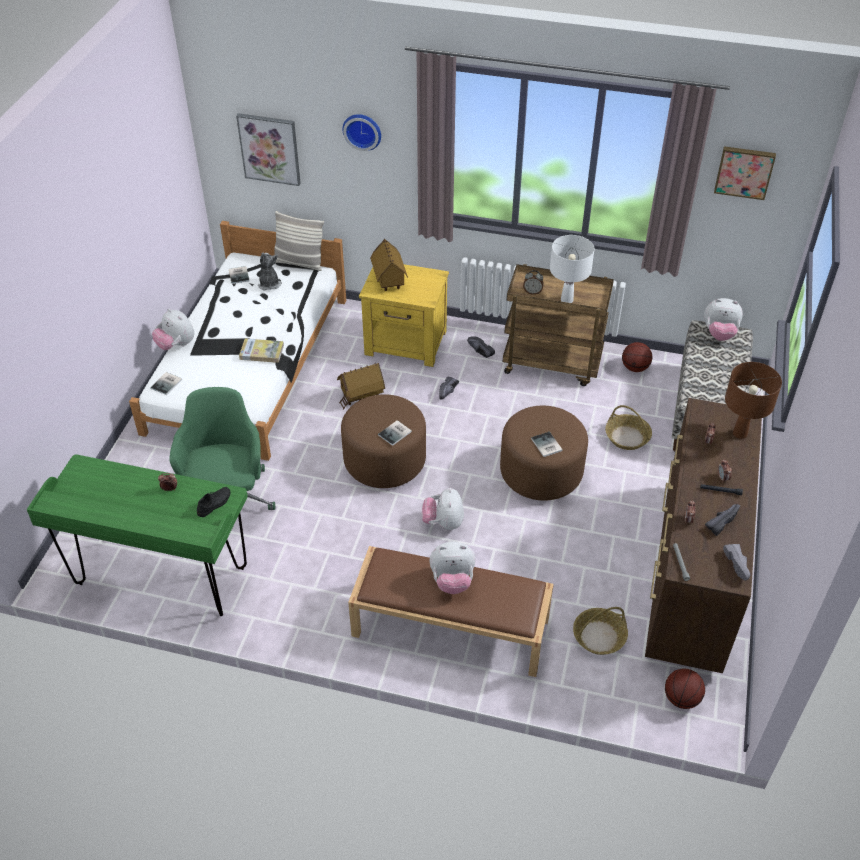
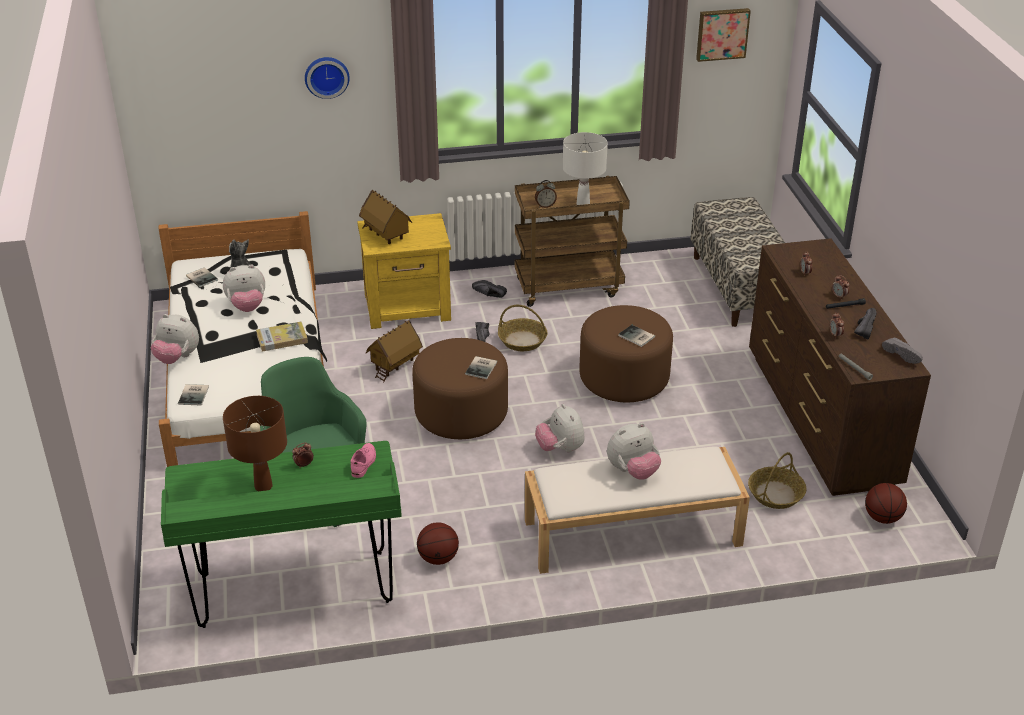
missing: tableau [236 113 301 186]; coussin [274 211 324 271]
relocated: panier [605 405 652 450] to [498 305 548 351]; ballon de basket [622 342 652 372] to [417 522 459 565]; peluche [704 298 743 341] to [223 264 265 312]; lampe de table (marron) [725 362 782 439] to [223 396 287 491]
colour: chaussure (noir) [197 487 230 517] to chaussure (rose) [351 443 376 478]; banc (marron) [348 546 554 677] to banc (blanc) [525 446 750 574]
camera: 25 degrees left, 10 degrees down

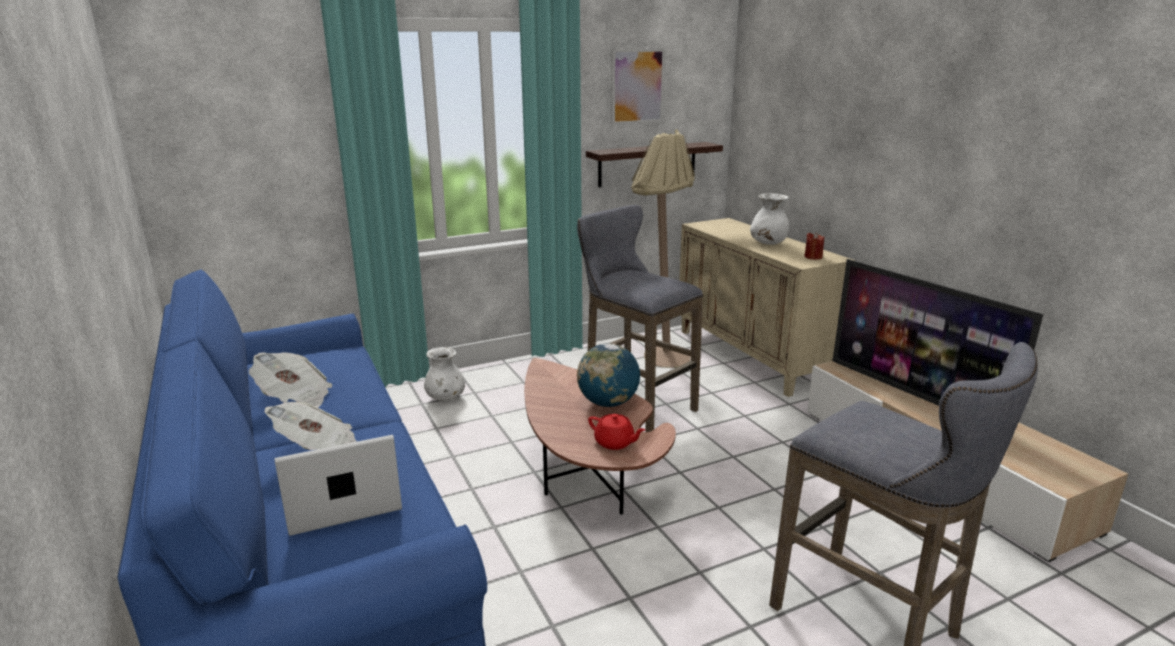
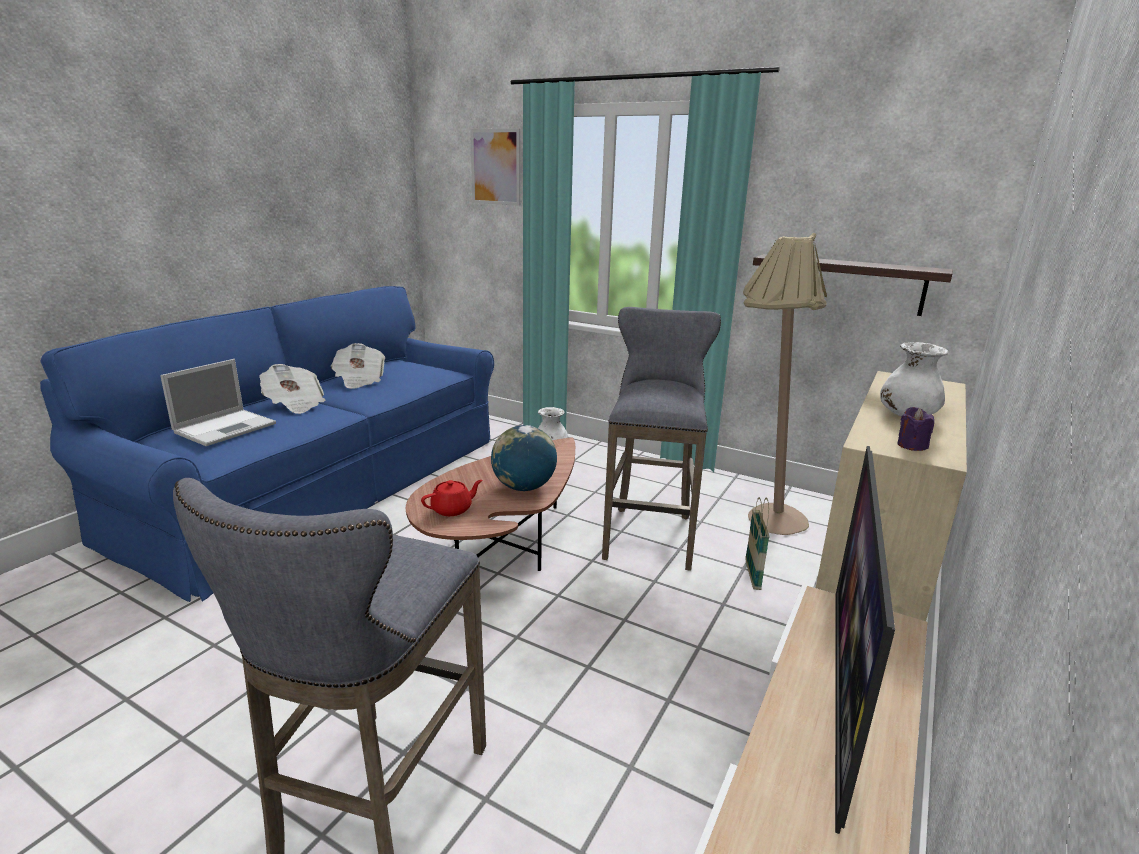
appeared: panier [746 497 769 590]
relocated: tableau [611 48 666 125] to [470 129 520 206]
colour: bougie (rouge) [804 232 825 260] to bougie (violet) [897 407 935 451]
spun: ordinateur portable [275 435 402 536] = [160 359 276 446] 90 degrees clockwise; théière (rouge) [588 414 645 450] = [421 480 482 516] 120 degrees counterclockwise
camera: 55 degrees right, 0 degrees up

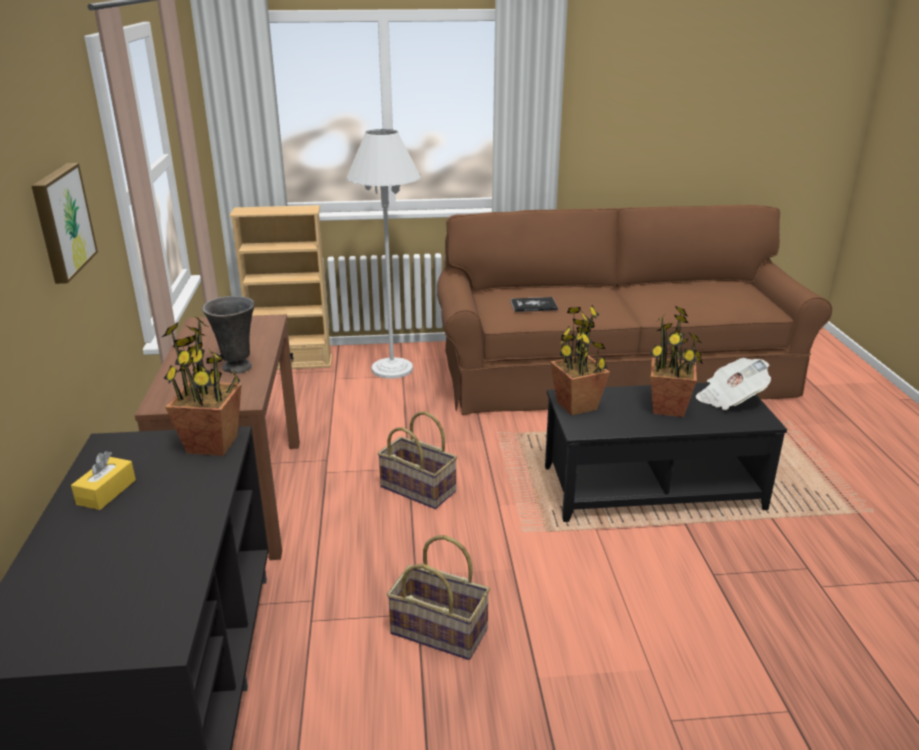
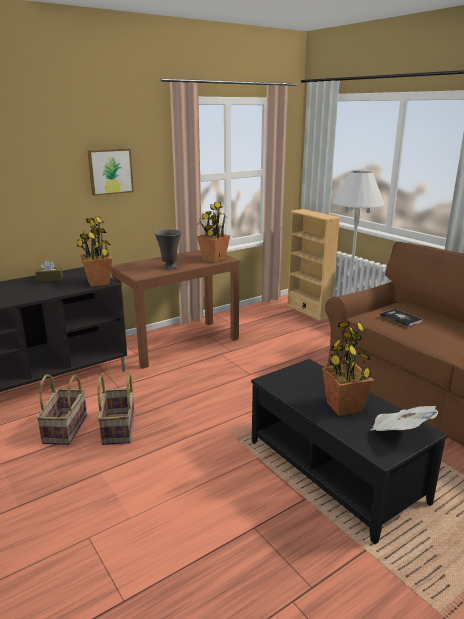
relocated: panier [377 411 457 509] to [36 374 87 445]; plante en pot [550 305 610 415] to [197 202 230 262]
colour: boîte à mouchoirs (jaune) [71 451 136 510] to boîte à mouchoirs (marron) [35 260 63 282]
camera: 60 degrees right, 5 degrees down

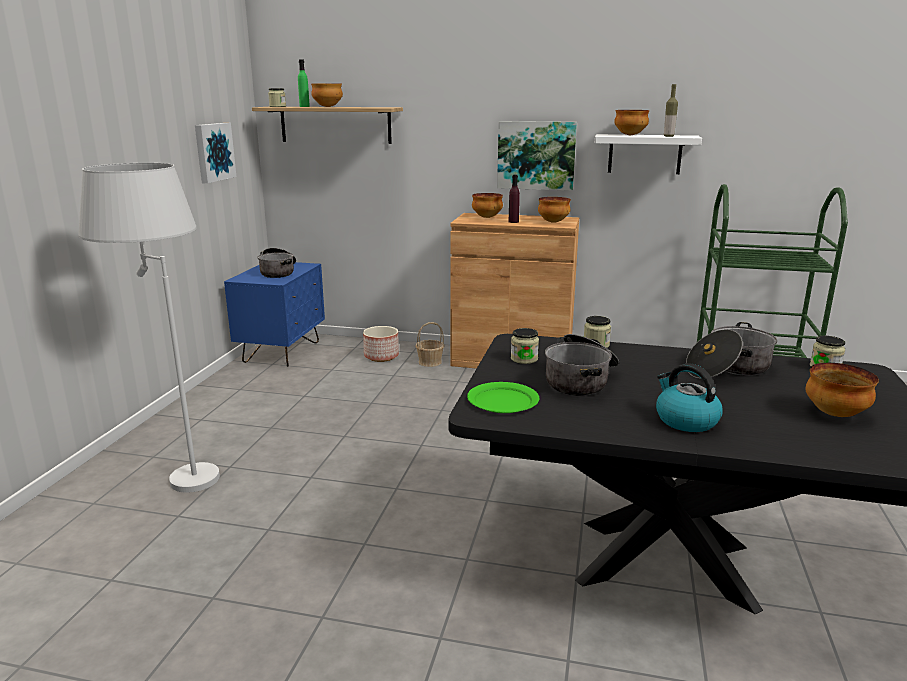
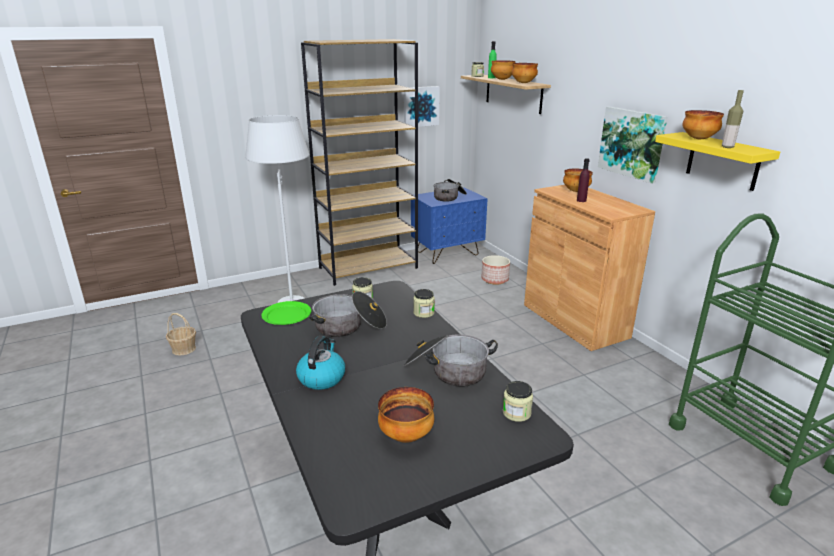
appeared: bibliothèque (marron) [301 39 418 286]
relocated: panier [415 322 445 367] to [166 313 196 356]; bol [538 197 571 223] to [512 63 538 83]
colour: étagère (blanc) [595 134 702 174] to étagère (jaune) [655 132 780 191]
camera: 50 degrees right, 5 degrees up

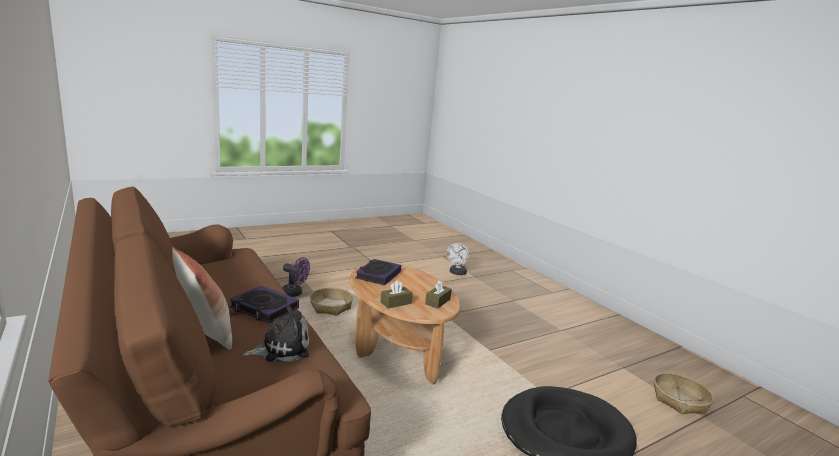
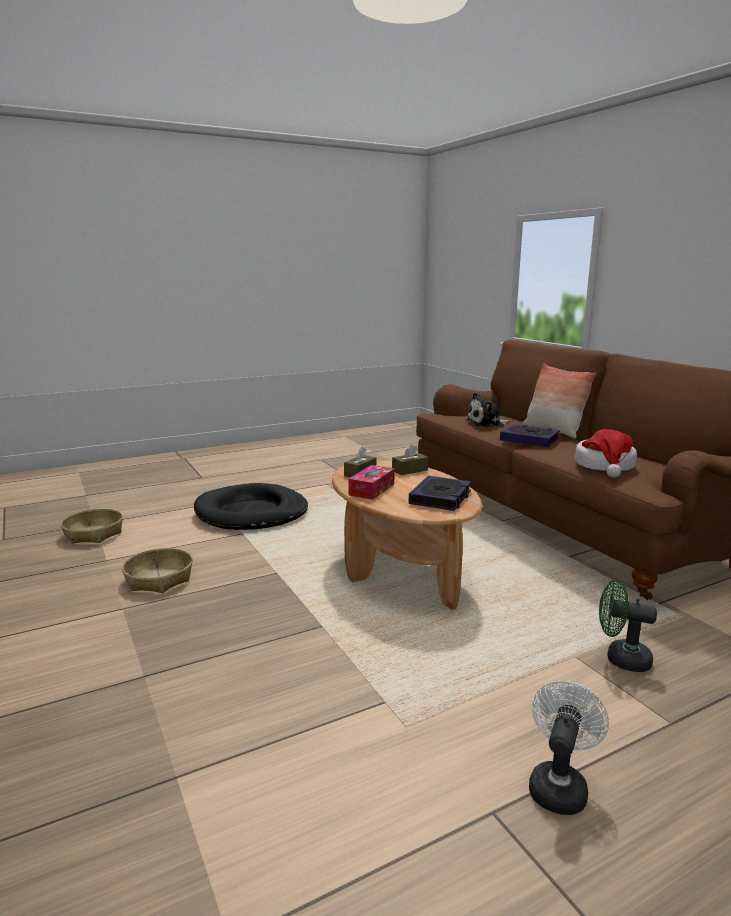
appeared: boîte à mouchoirs [349 465 395 500]; chapeau [575 429 637 478]
relocated: panier [310 288 353 315] to [122 548 193 593]; ventilateur (blanc) [447 243 469 275] to [529 681 609 815]
colour: ventilateur (violet) [282 257 310 297] to ventilateur (vert) [599 580 657 672]
camera: 175 degrees left, 0 degrees up

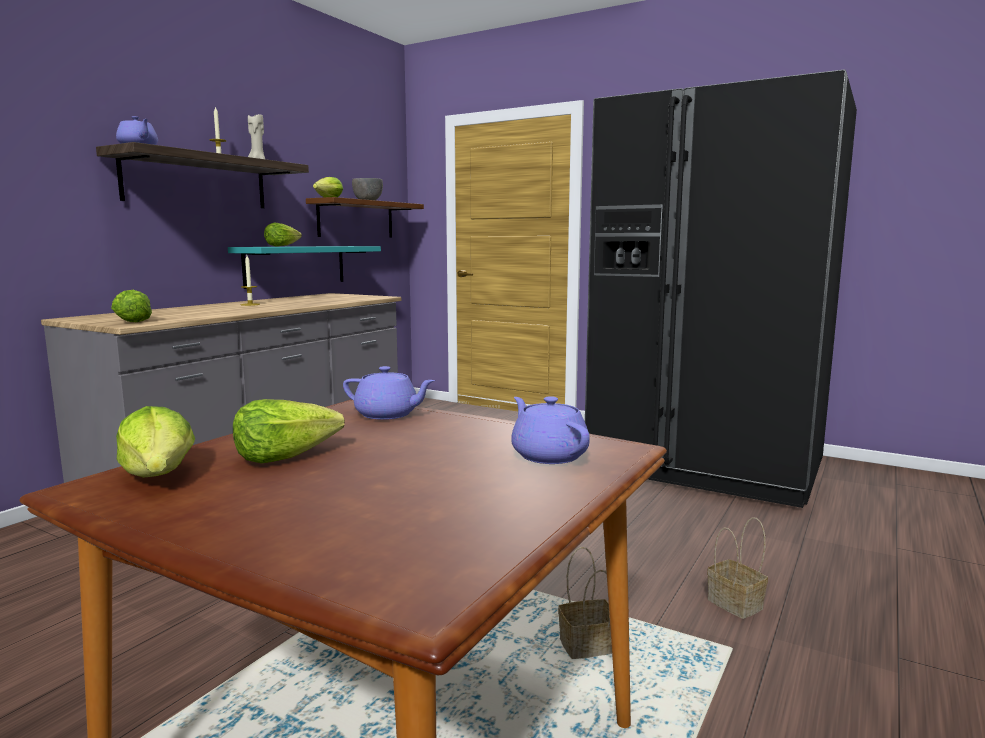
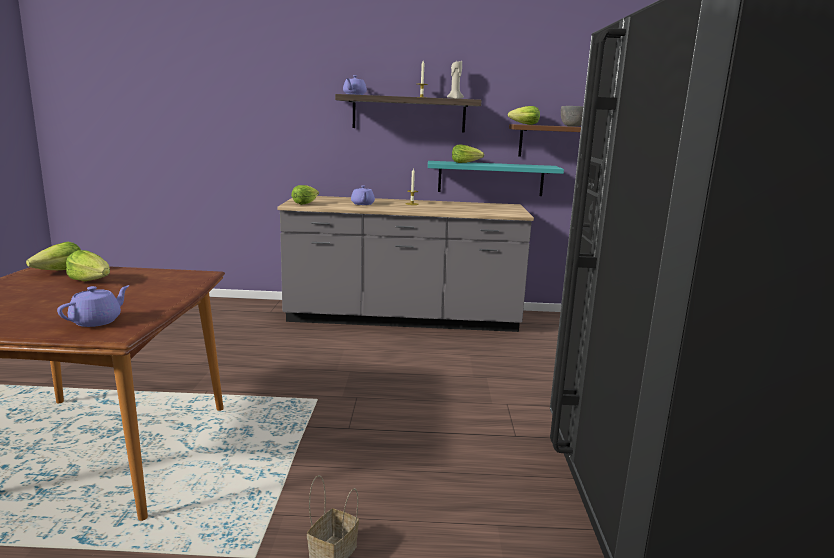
missing: panier [558 547 612 659]
relocated: théière (violet) [343 366 435 420] to [351 185 375 205]
camera: 60 degrees right, 5 degrees up

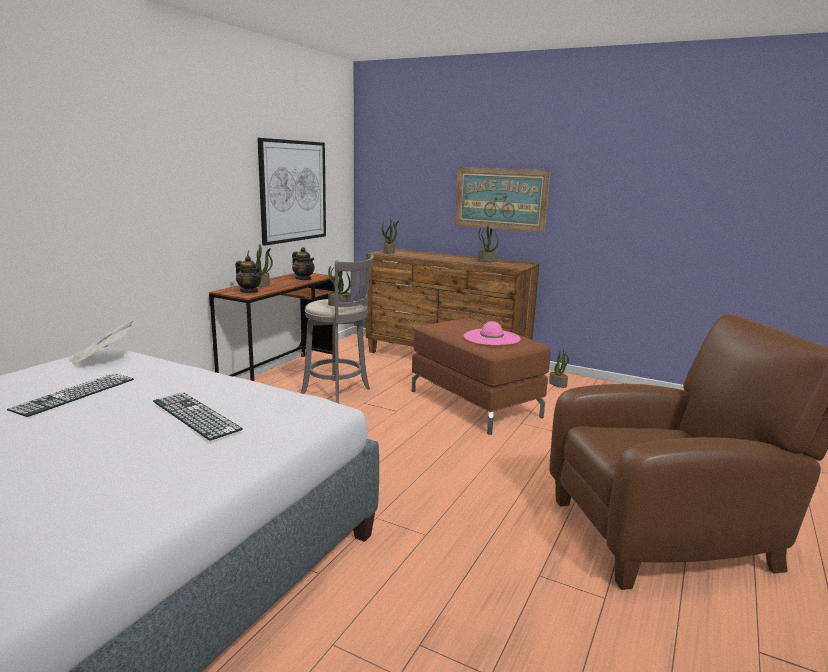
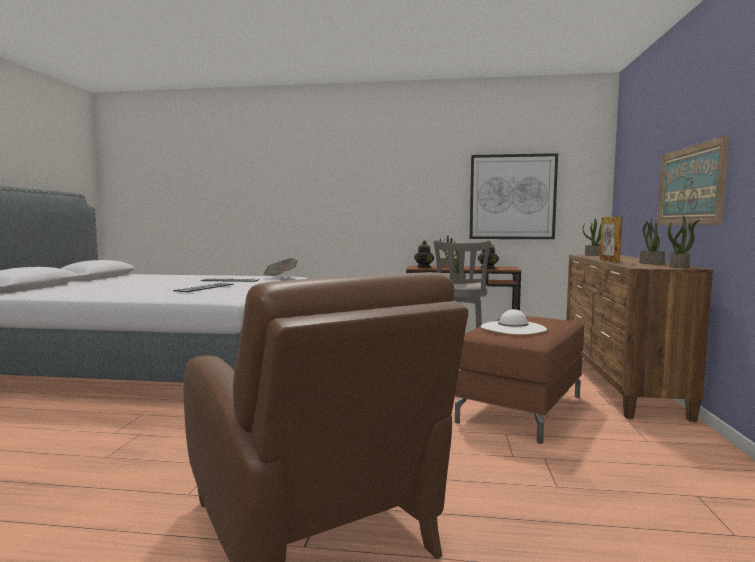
appeared: cadre photo [599 216 622 263]
relocated: plante en pot [549 349 569 388] to [668 216 699 268]
colour: chapeau (rose) [464 321 521 345] to chapeau (blanc) [481 309 547 335]
camera: 70 degrees right, 10 degrees down

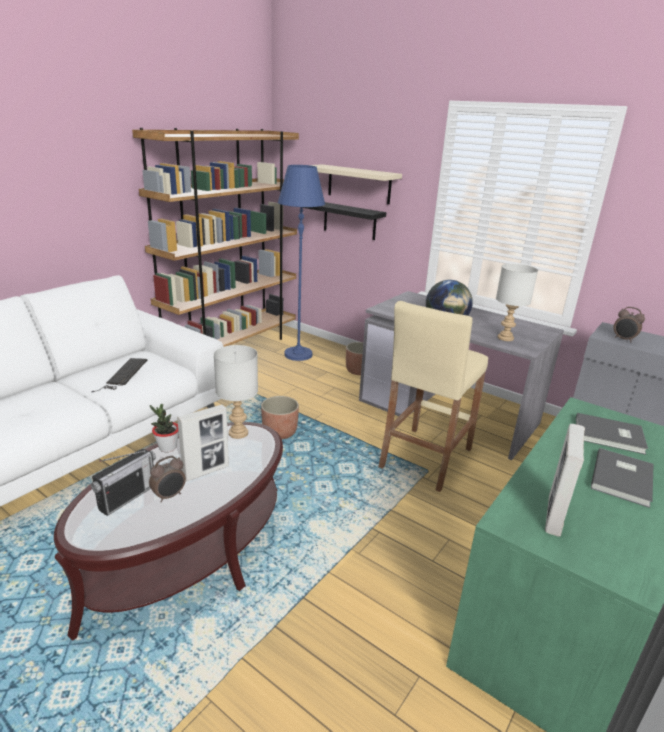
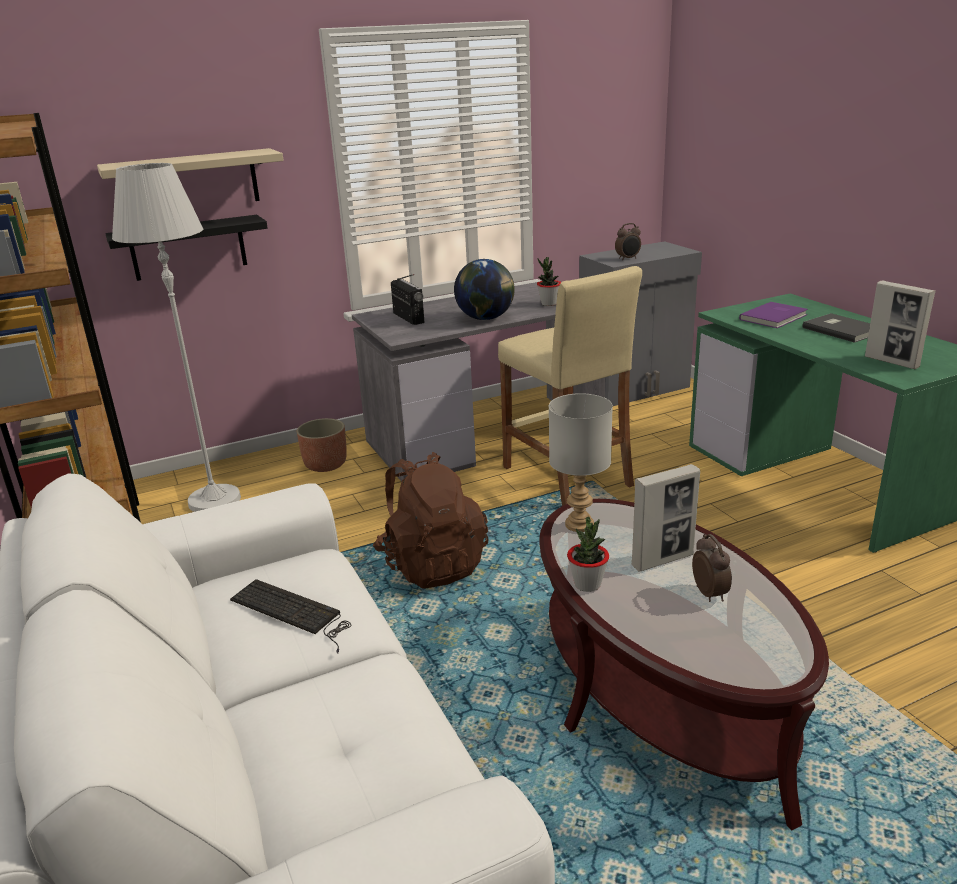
relocated: radio [91 449 156 516] to [391 274 425 325]
exchanged: cache-pot [261 396 299 439] to sac à dos (marron) [373 452 489 589]; lampe de table (gris) [496 263 538 341] to plante en pot [537 257 561 306]
colour: lampadaire (bleu) [278 165 325 361] to lampadaire (blanc) [112 163 241 512]; livre (gris) [576 413 648 455] to livre (violet) [739 302 808 328]
spun: cadre photo [177 405 229 481] = [632 464 700 571] 75 degrees clockwise
camera: 60 degrees left, 0 degrees up

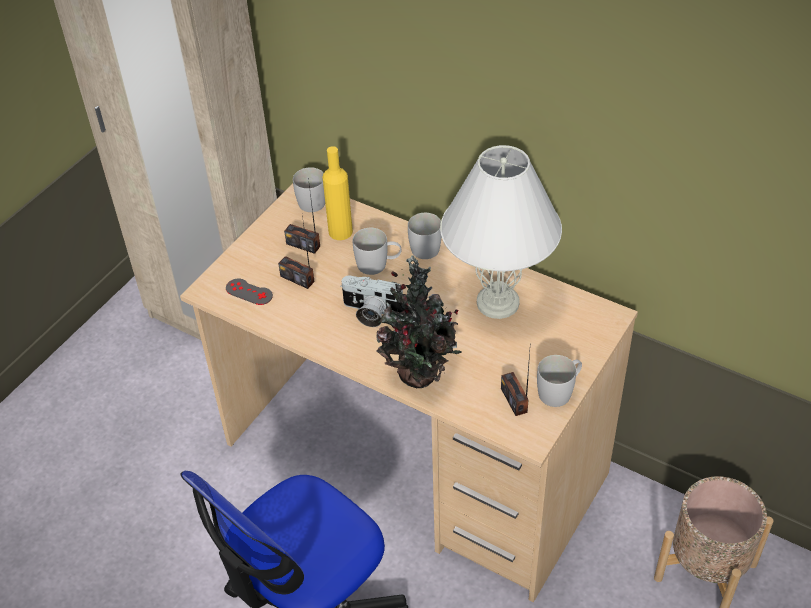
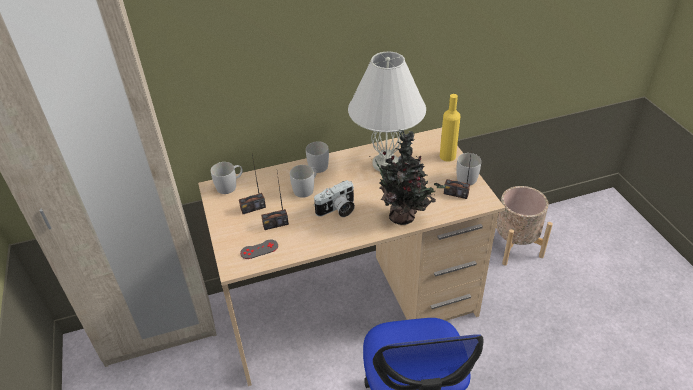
relocated: bouteille (jaune) [322 146 353 240] to [440 94 461 162]
camera: 50 degrees left, 5 degrees down

